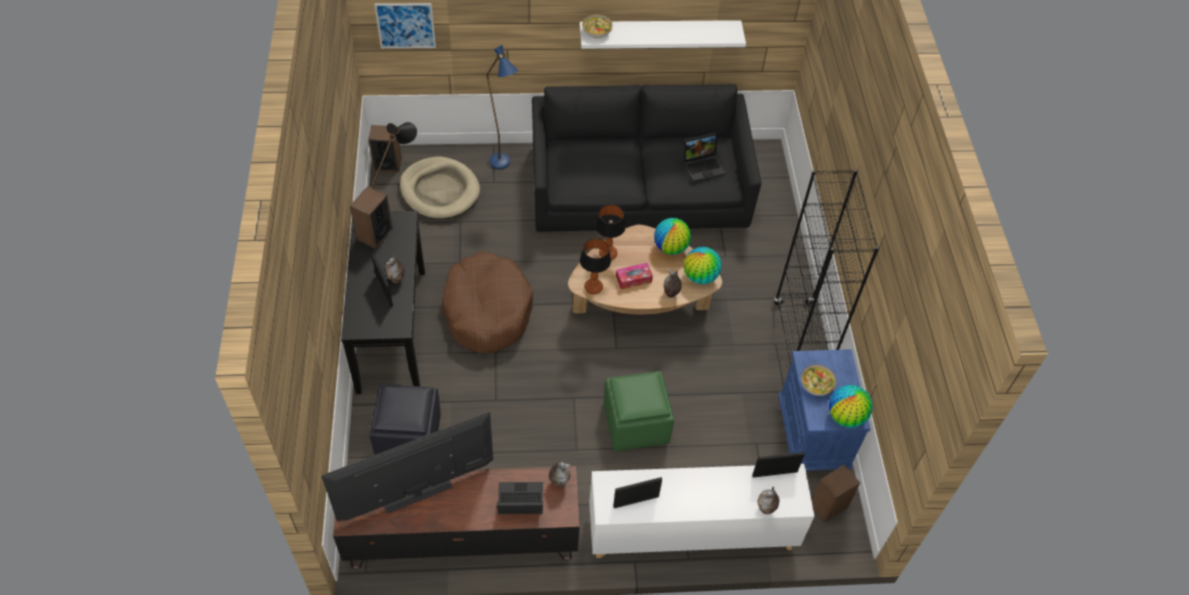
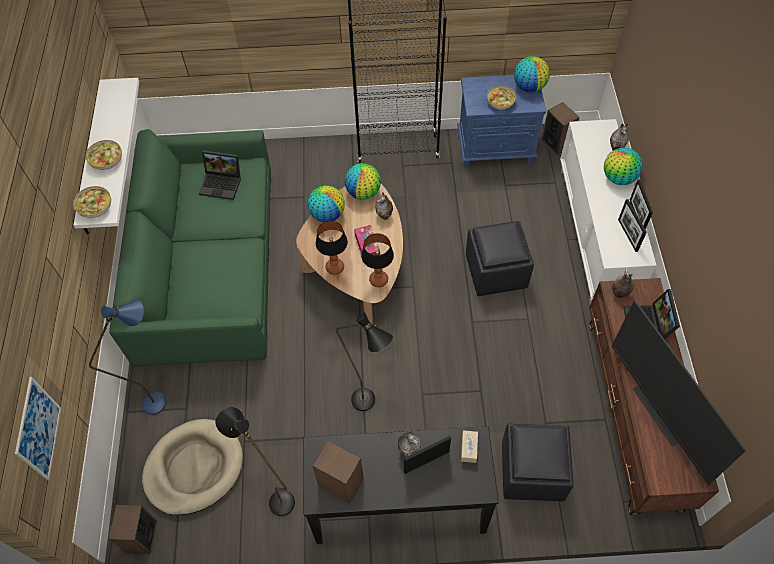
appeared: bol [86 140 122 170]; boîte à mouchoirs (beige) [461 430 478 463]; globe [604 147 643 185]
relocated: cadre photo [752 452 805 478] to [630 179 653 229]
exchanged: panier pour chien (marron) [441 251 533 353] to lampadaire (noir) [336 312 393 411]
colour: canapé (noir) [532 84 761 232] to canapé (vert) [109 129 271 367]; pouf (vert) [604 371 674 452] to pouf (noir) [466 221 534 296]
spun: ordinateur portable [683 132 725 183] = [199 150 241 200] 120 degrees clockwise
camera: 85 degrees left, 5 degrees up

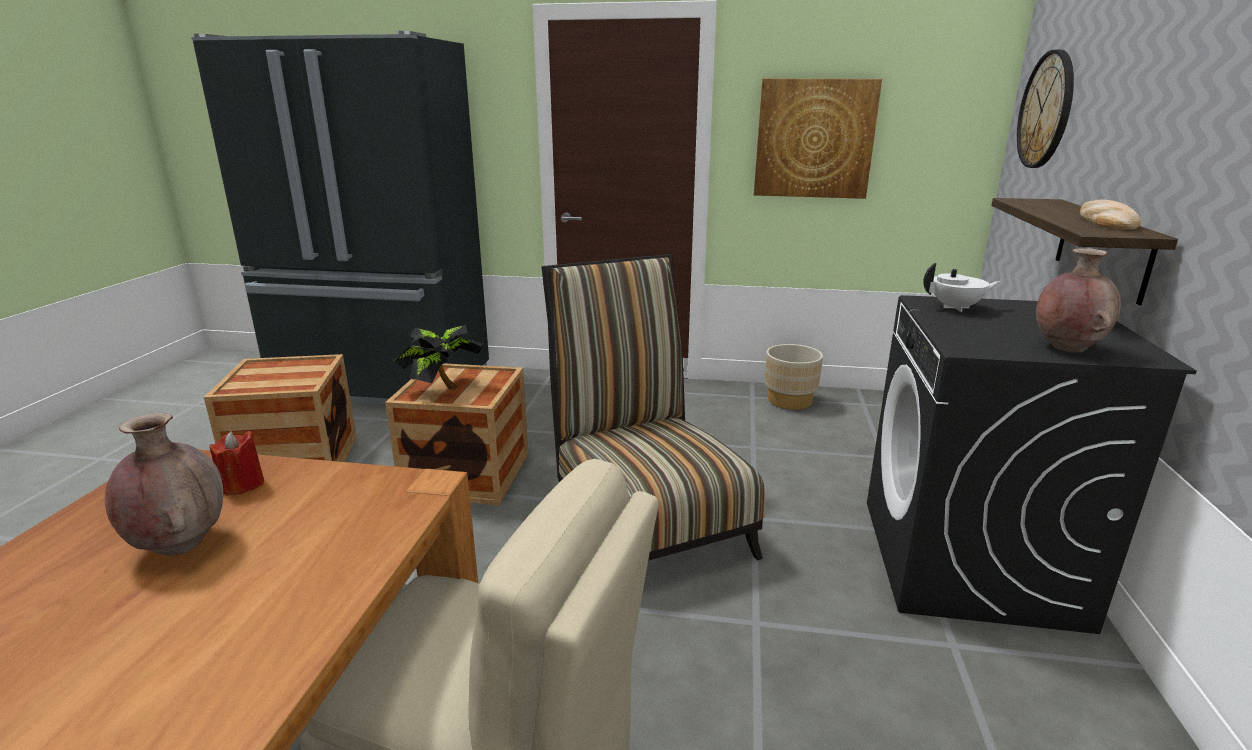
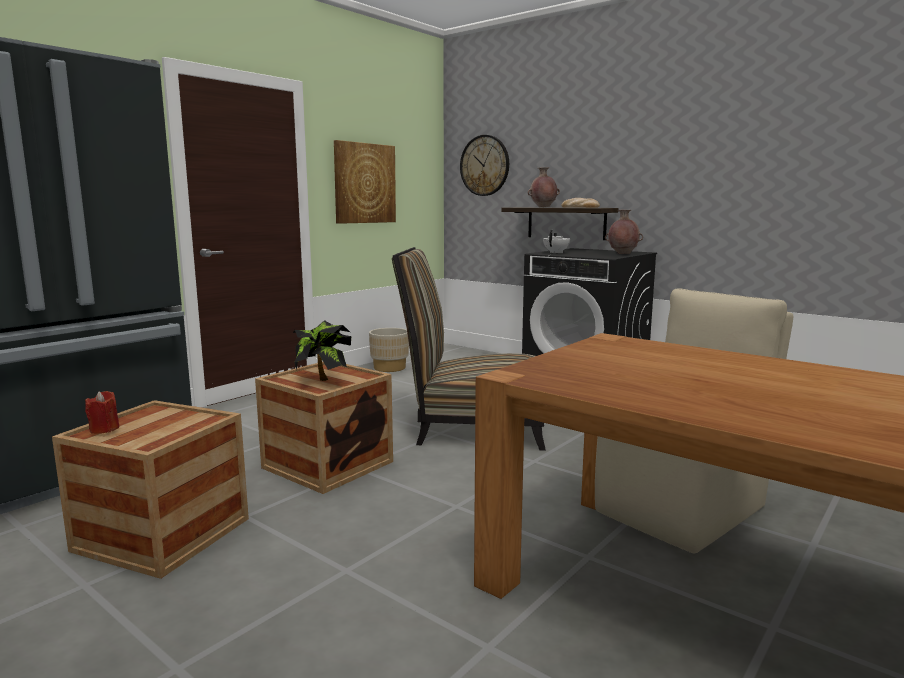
relocated: vase (marron) [105 413 223 556] to [528 167 560 207]; bougie (rouge) [209 431 264 496] to [85 391 119 434]
camera: 60 degrees left, 10 degrees down

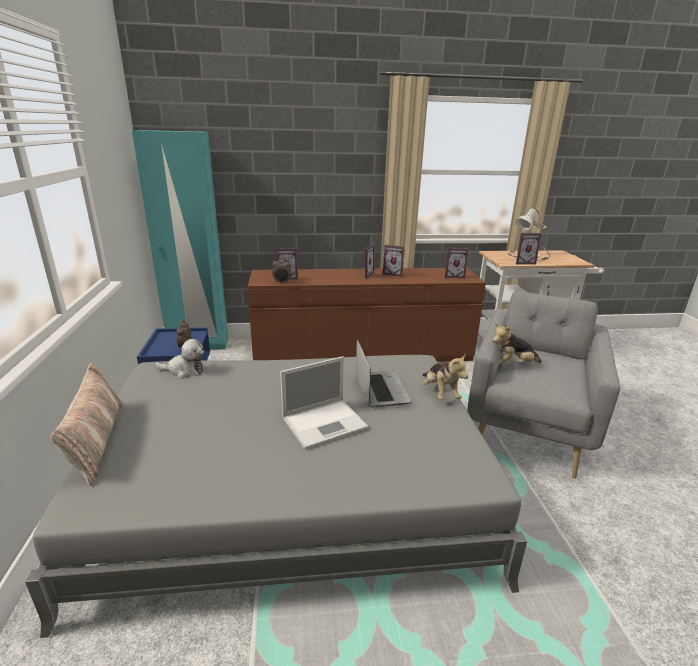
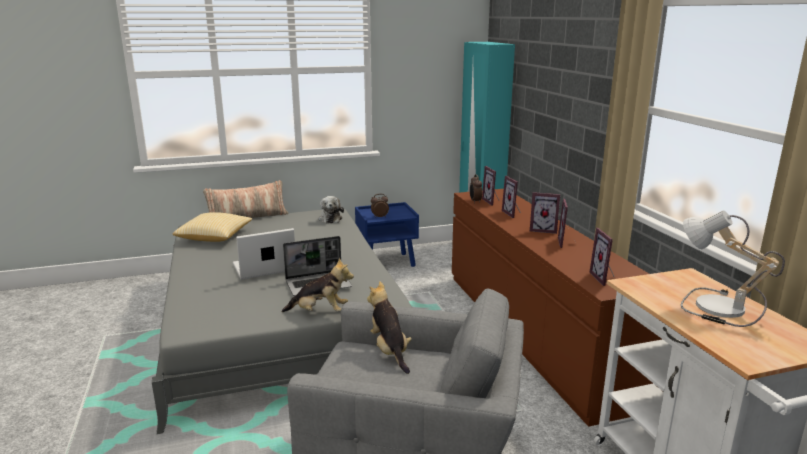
appeared: coussin [173 212 252 242]
relocated: cadre photo [516 233 542 265] to [502 176 521 218]
spun: ordinateur portable [280 356 368 449] = [233 228 295 280] 105 degrees clockwise; peluche [422 354 469 400] = [282 258 354 312] 150 degrees counterclockwise
camera: 80 degrees right, 5 degrees down

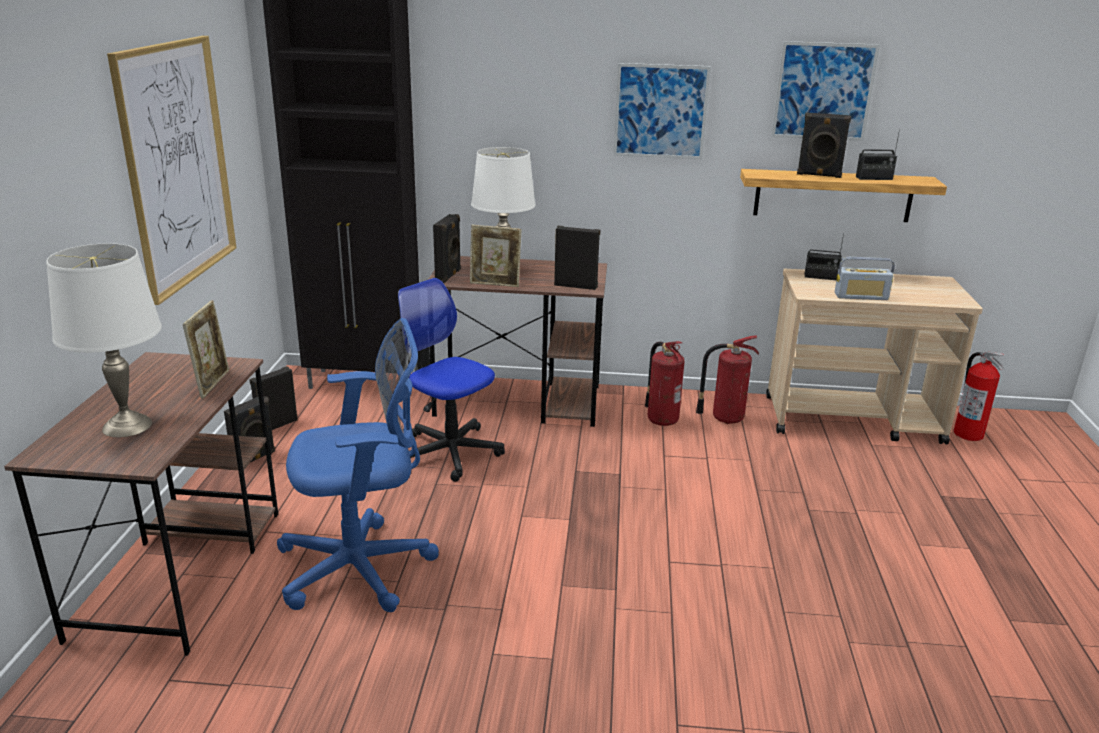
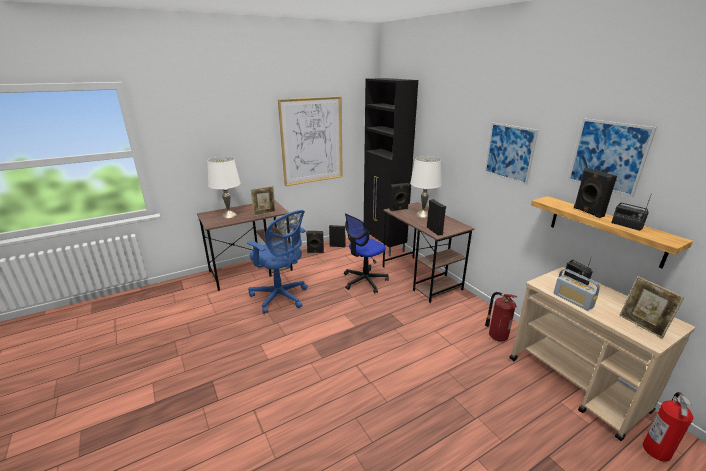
missing: extincteur [645 341 685 426]
relocated: cadre photo [470 225 521 287] to [619 276 685 339]
spun: chaise de bureau [398 278 505 482] = [344 213 389 293] 135 degrees counterclockwise
camera: 55 degrees right, 0 degrees up

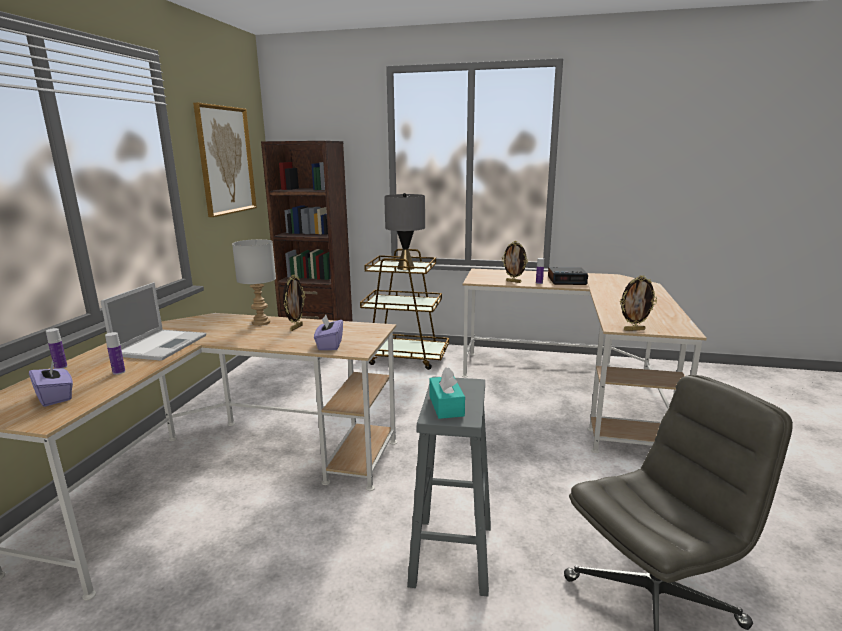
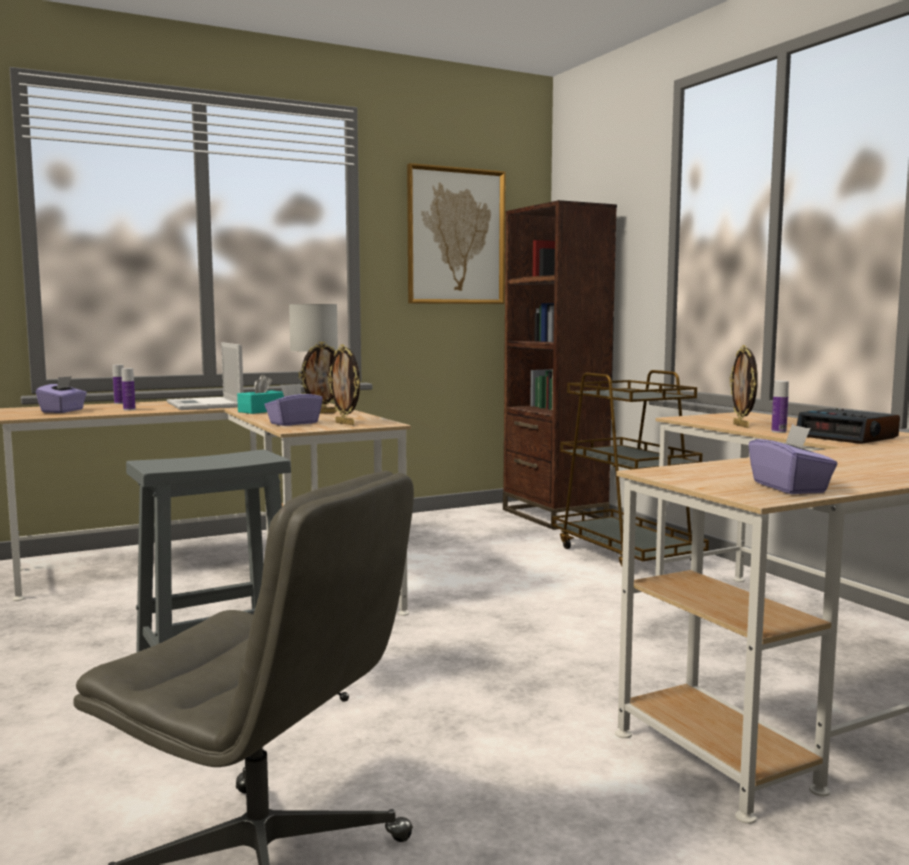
missing: lampe de table (gris) [384 193 425 270]
appeared: boîte à mouchoirs (violet) [748 424 837 494]
relocated: boîte à mouchoirs (turquoise) [429 367 465 419] to [237 374 284 414]; cadre photo [620 275 657 331] to [328 344 360 425]
spun: ordinateur portable [100 282 206 361] = [167 342 244 410] 90 degrees clockwise
camera: 50 degrees right, 10 degrees down

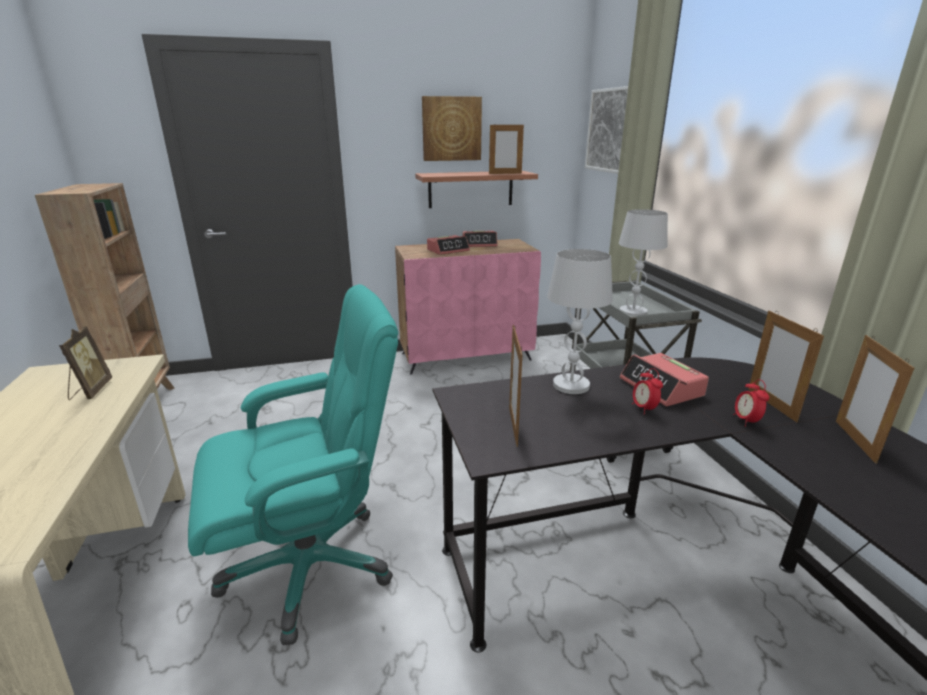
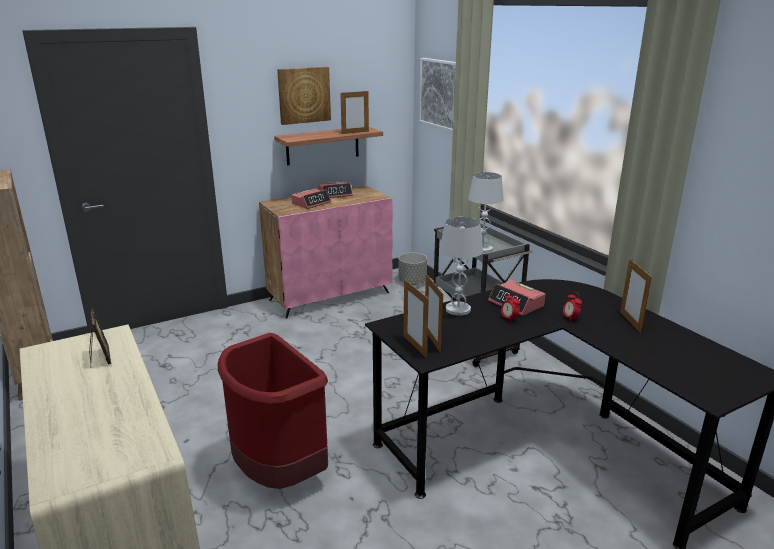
appeared: cache-pot (gris) [398 253 427 285]
relocated: cadre photo [748 311 824 422] to [403 279 429 358]
exchanged: chaise de bureau (turquoise) [188 284 398 645] to poubelle (rouge) [218 333 328 489]
camera: 15 degrees left, 0 degrees up

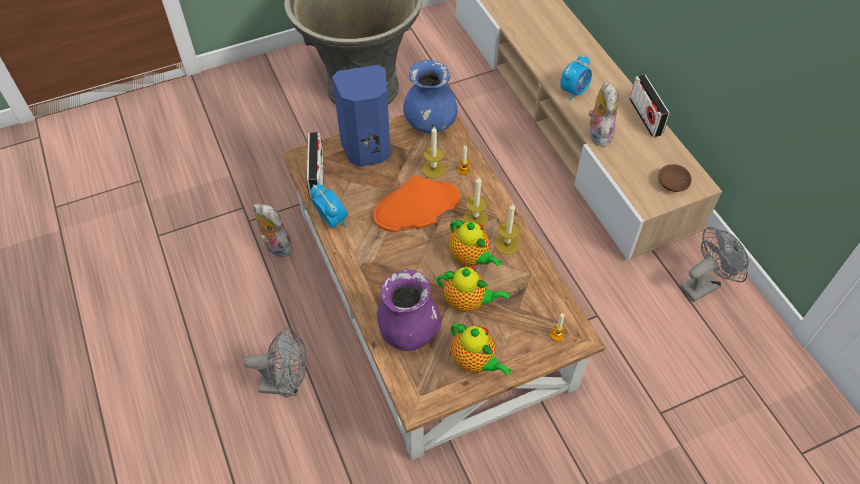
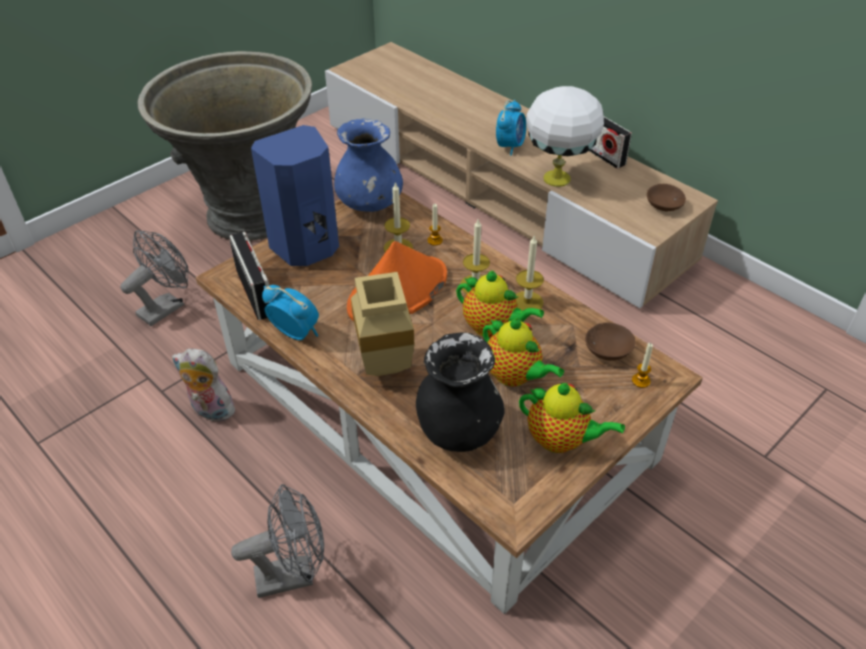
appeared: vase (beige) [351 272 414 376]; bol (marron) [585 323 636 361]
relocated: ventilateur (gris) [680 227 749 302] to [120 230 188 326]
exchanged: peluche [589 82 618 147] to lampe de table (blanc) [526 86 604 187]
colour: vase (violet) [377 269 441 351] to vase (noir) [416 332 505 452]
spun: théière [437 266 509 312] = [483 318 564 387] 45 degrees clockwise
camera: 20 degrees left, 10 degrees down

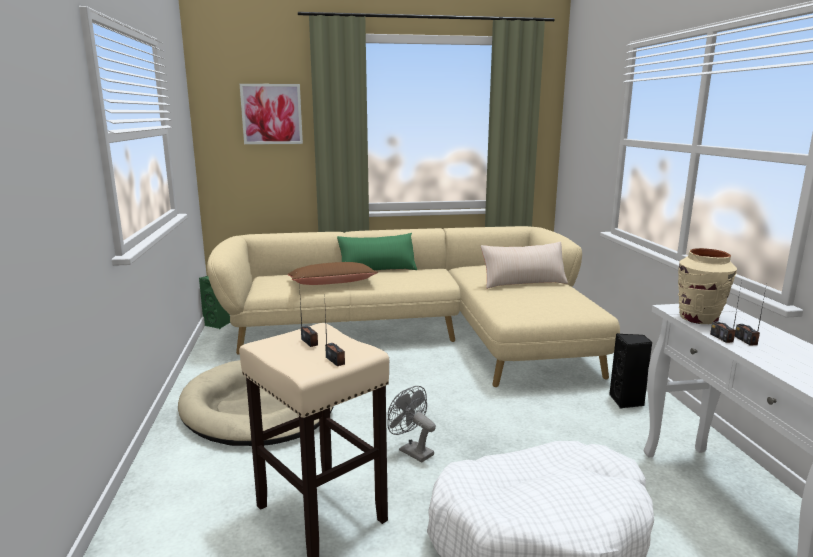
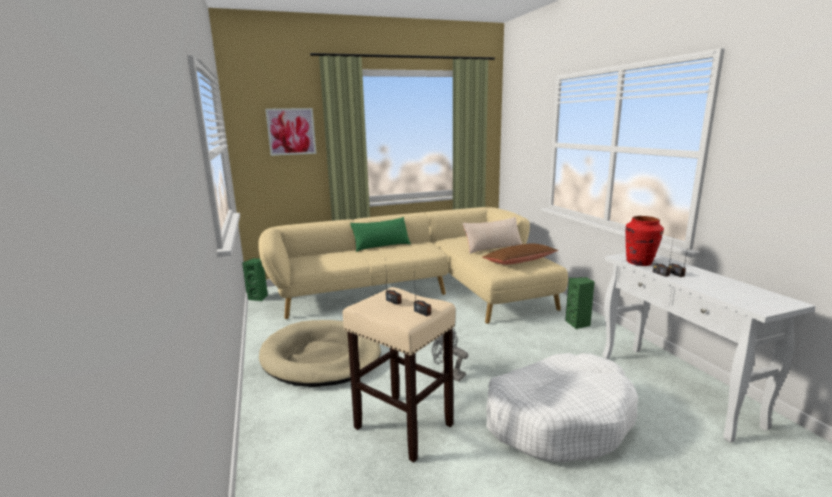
relocated: coussin (marron) [288 262 378 285] to [482 243 558 265]
colour: enceinte (noir) [609 333 652 409] to enceinte (vert) [565 277 595 329]; vase (beige) [678 248 737 324] to vase (rouge) [625 216 664 266]
camera: 10 degrees left, 0 degrees up

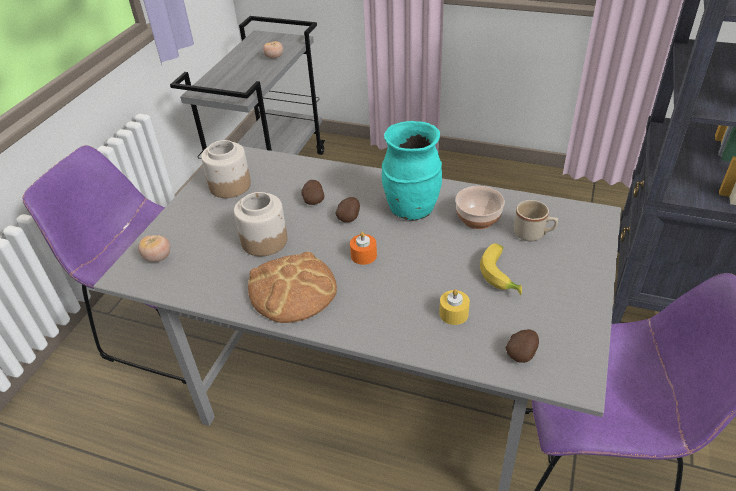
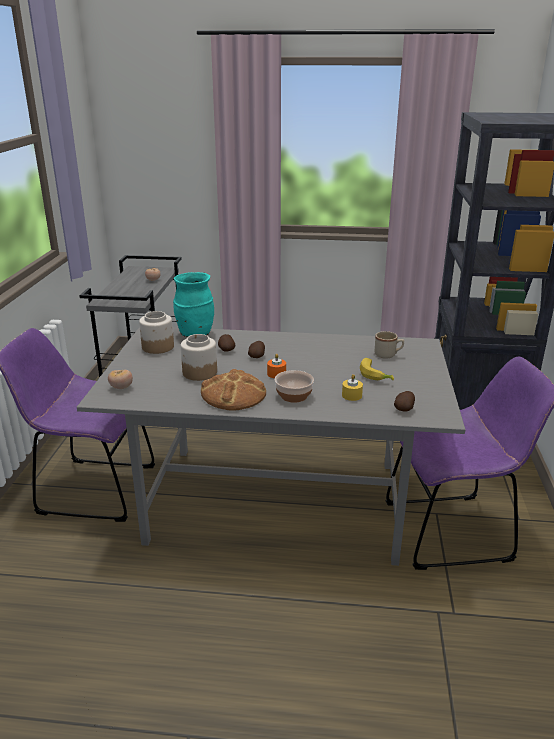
relocated: vase (turquoise) [382 121 442 221] to [173 272 214 337]; bol [455 186 505 229] to [275 370 314 403]
camera: 15 degrees left, 15 degrees down

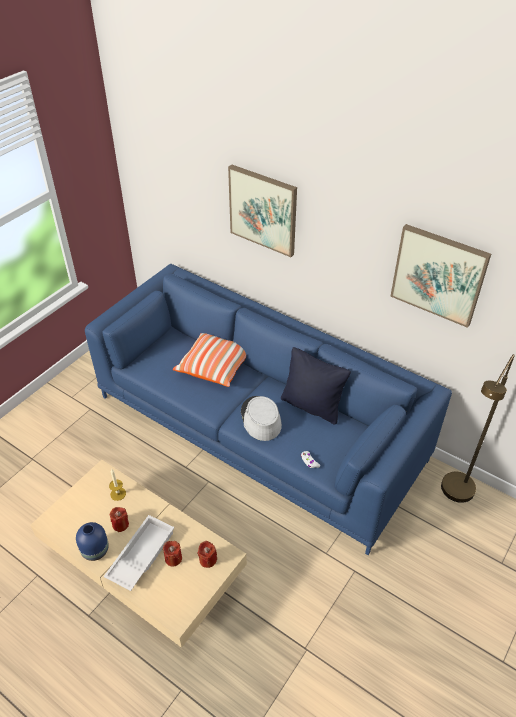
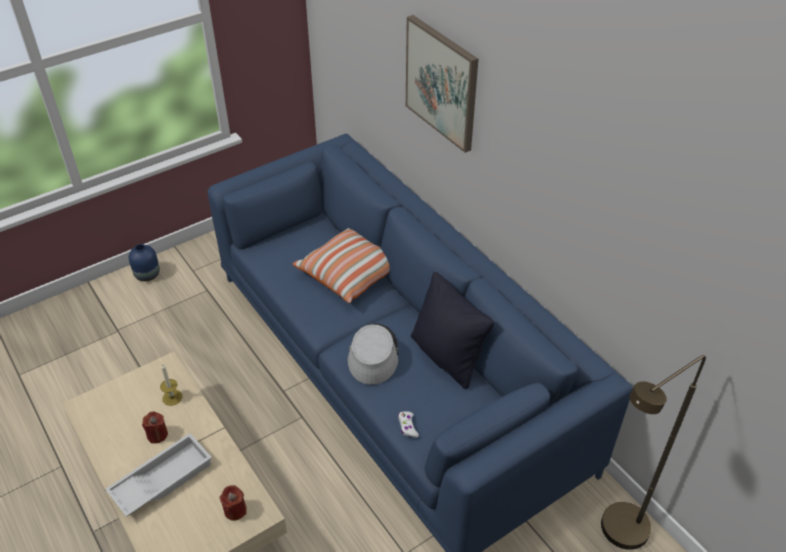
missing: bougie (rouge) [163 541 182 567]; tableau [390 224 491 328]
relocated: vase (bleu) [76 522 109 561] to [129 244 160 281]
camera: 20 degrees right, 0 degrees up

